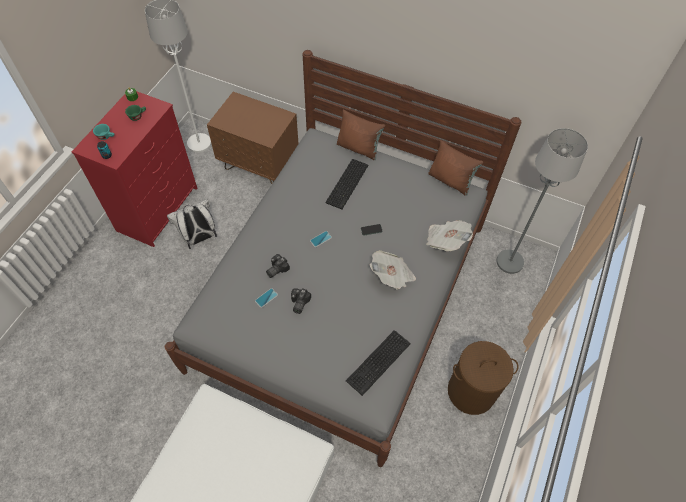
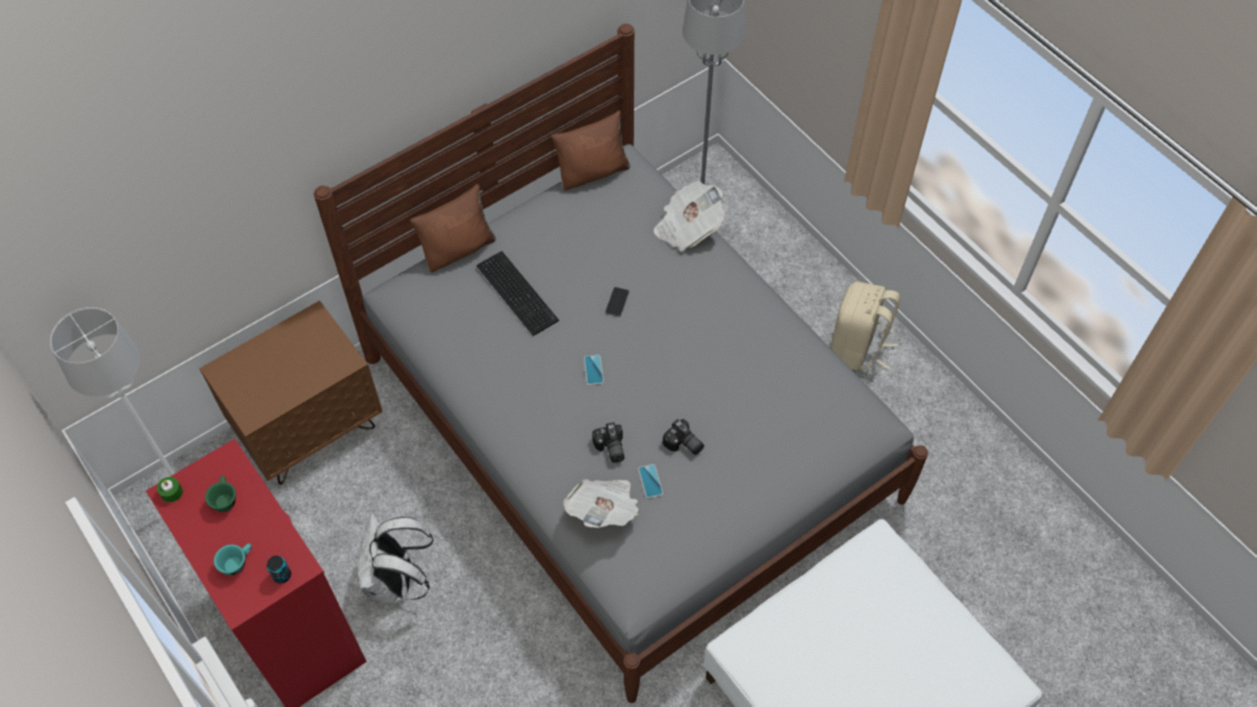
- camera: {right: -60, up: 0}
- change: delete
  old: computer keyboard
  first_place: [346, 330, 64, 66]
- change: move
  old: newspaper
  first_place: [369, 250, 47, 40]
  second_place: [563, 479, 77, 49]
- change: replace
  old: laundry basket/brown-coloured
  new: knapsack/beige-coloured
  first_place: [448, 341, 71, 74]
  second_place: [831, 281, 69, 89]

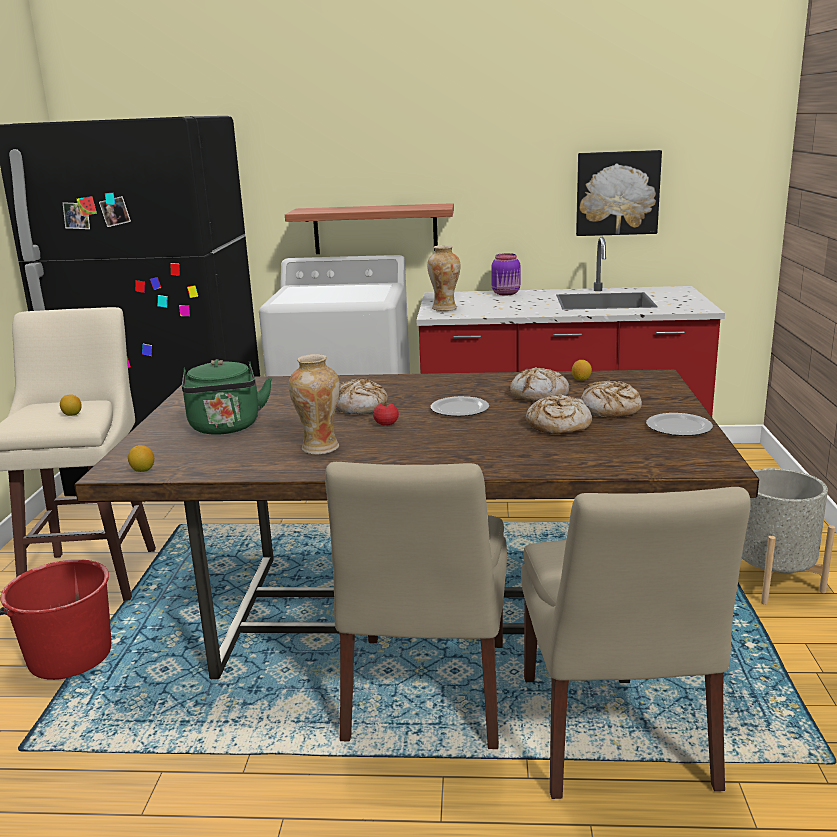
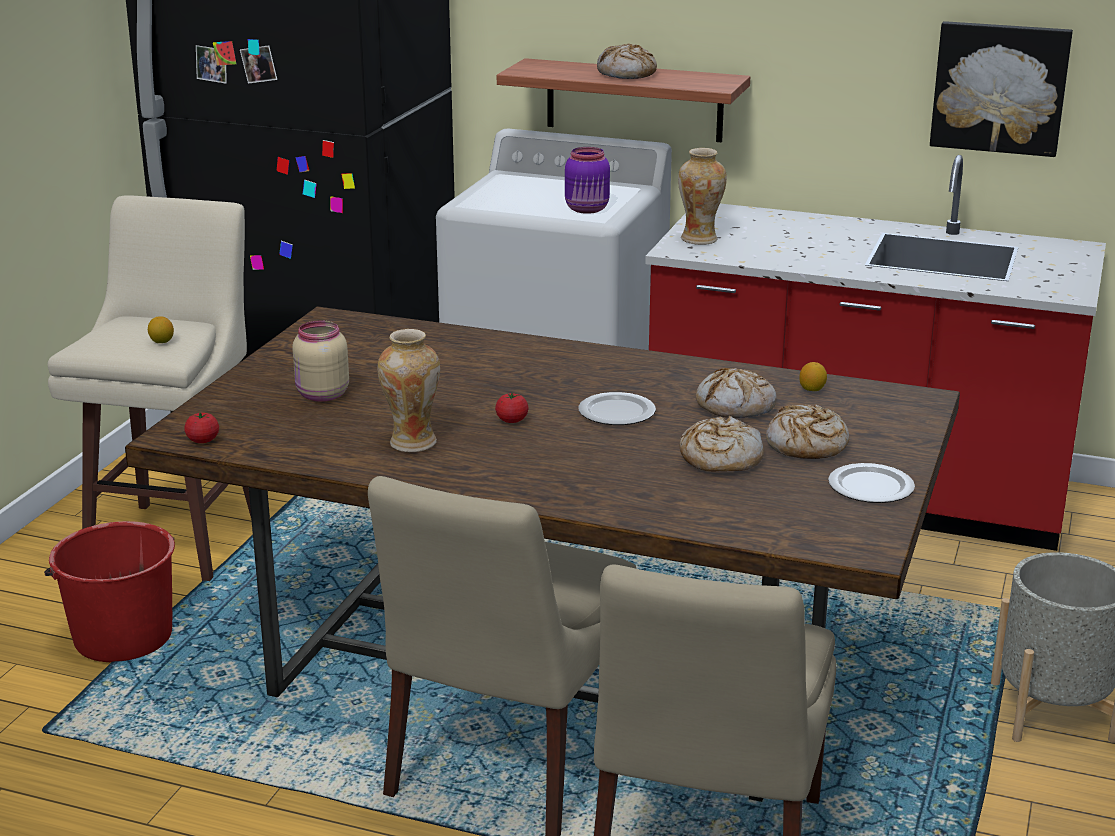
- camera: {right: 15, up: 5}
- change: move
  old: baked bread
  first_place: [336, 379, 52, 35]
  second_place: [597, 44, 60, 35]
- change: move
  old: jar/purple-coloured
  first_place: [491, 253, 29, 43]
  second_place: [565, 147, 45, 67]
- change: replace
  old: whole lemon
  new: whole tomato
  first_place: [128, 445, 26, 27]
  second_place: [184, 412, 35, 31]
- change: replace
  old: kettle/greenish
  new: jar/beige-coloured
  first_place: [182, 359, 90, 76]
  second_place: [292, 321, 57, 81]

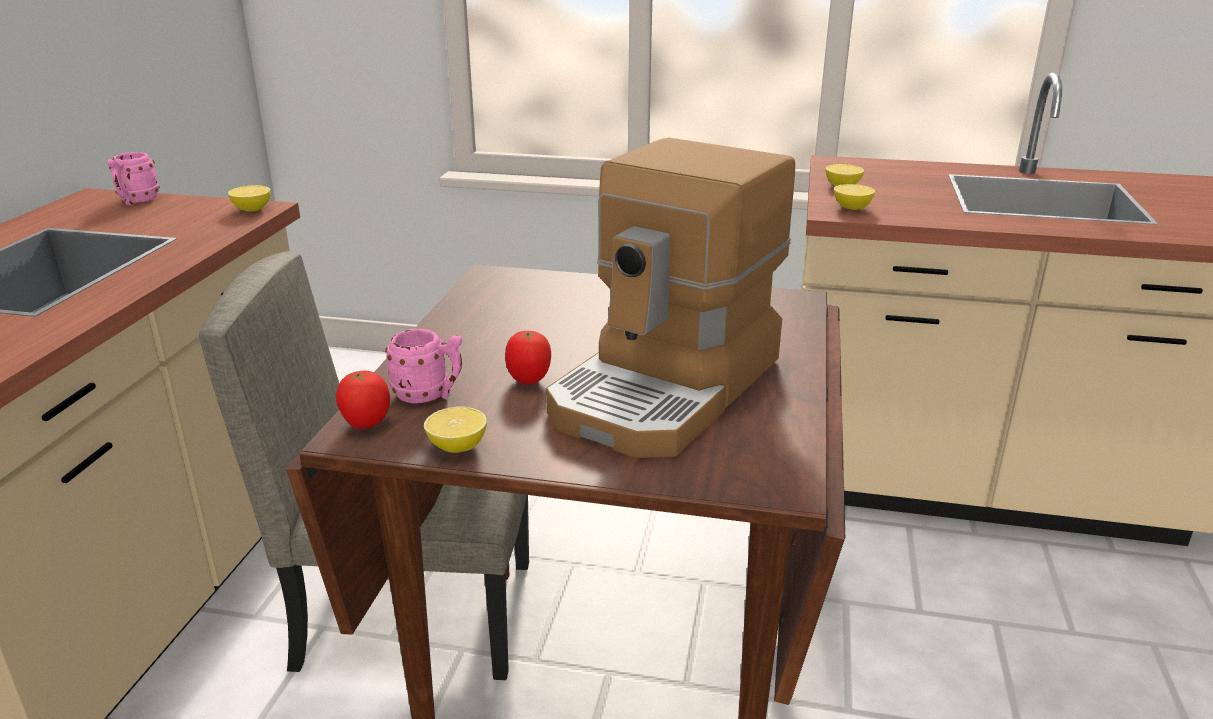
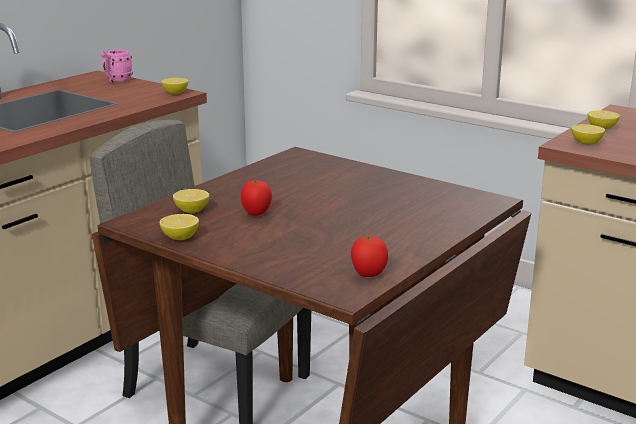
- camera: {right: 25, up: -5}
- change: delete
  old: coffee maker
  first_place: [546, 138, 249, 320]
- change: move
  old: whole tomato
  first_place: [336, 370, 54, 59]
  second_place: [351, 236, 37, 41]
- change: replace
  old: tea mug/pink-coloured
  new: whole lemon
  first_place: [385, 329, 77, 74]
  second_place: [173, 189, 37, 24]

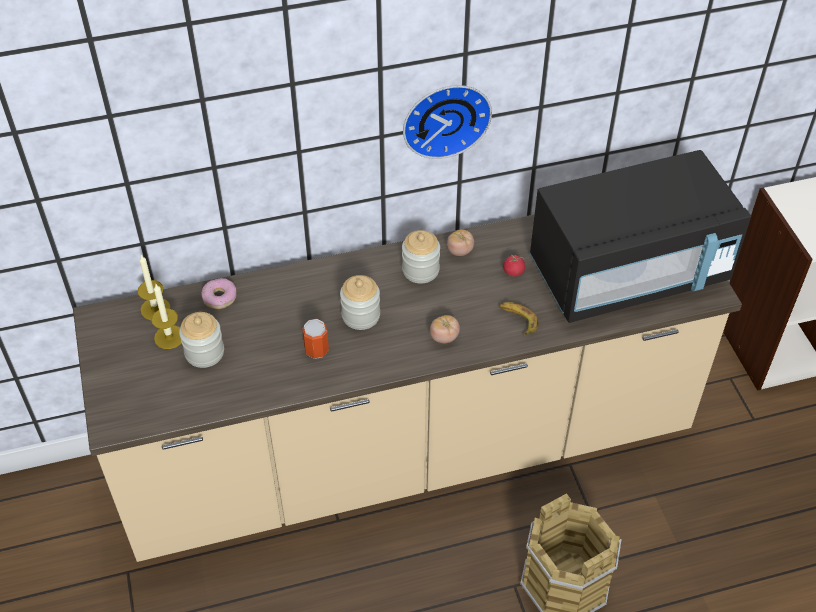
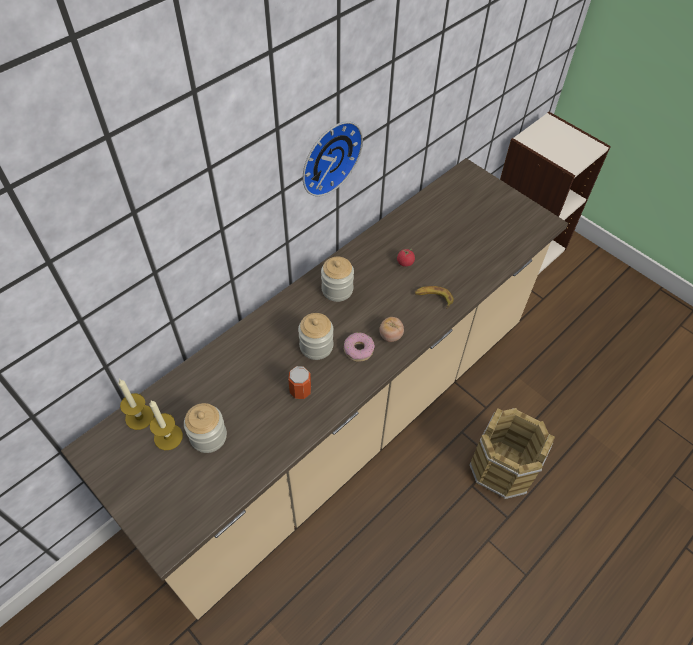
- camera: {right: -30, up: 5}
- change: delete
  old: whole tomato
  first_place: [447, 229, 27, 27]
- change: delete
  old: kitchen microwave/blackish
  first_place: [530, 150, 221, 173]
- change: move
  old: ring doughnut
  first_place: [201, 278, 35, 31]
  second_place: [344, 333, 31, 29]

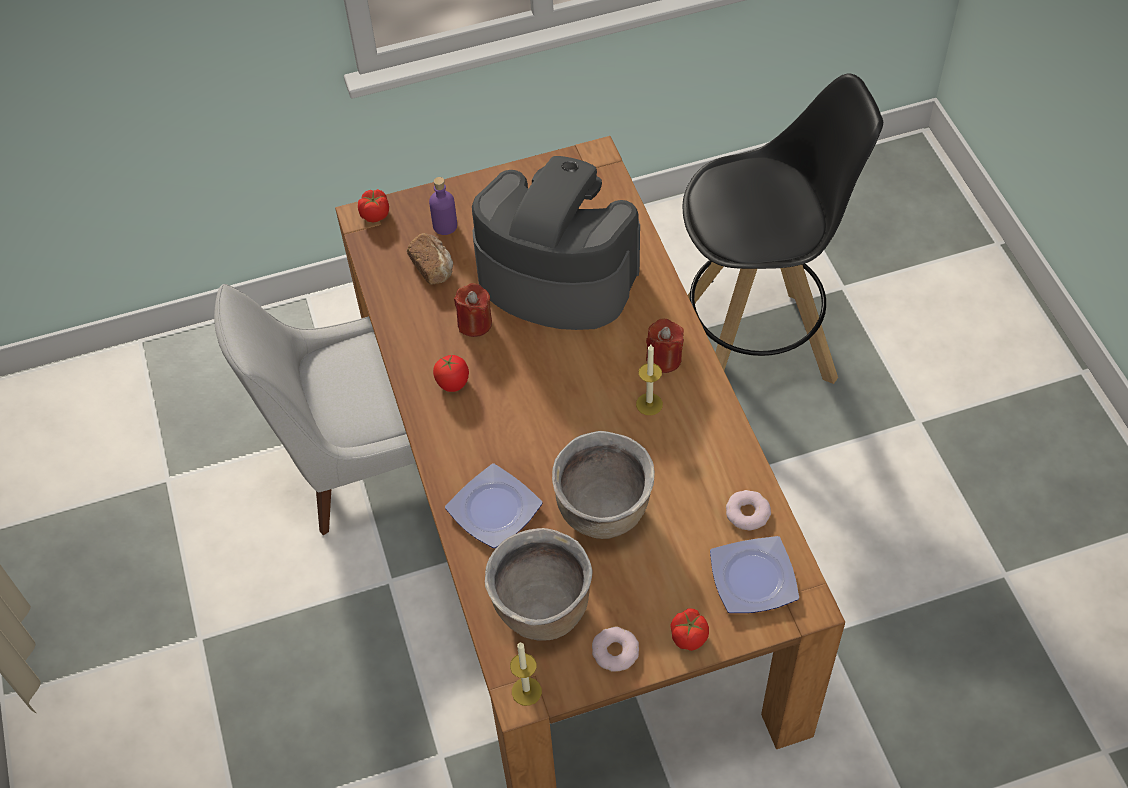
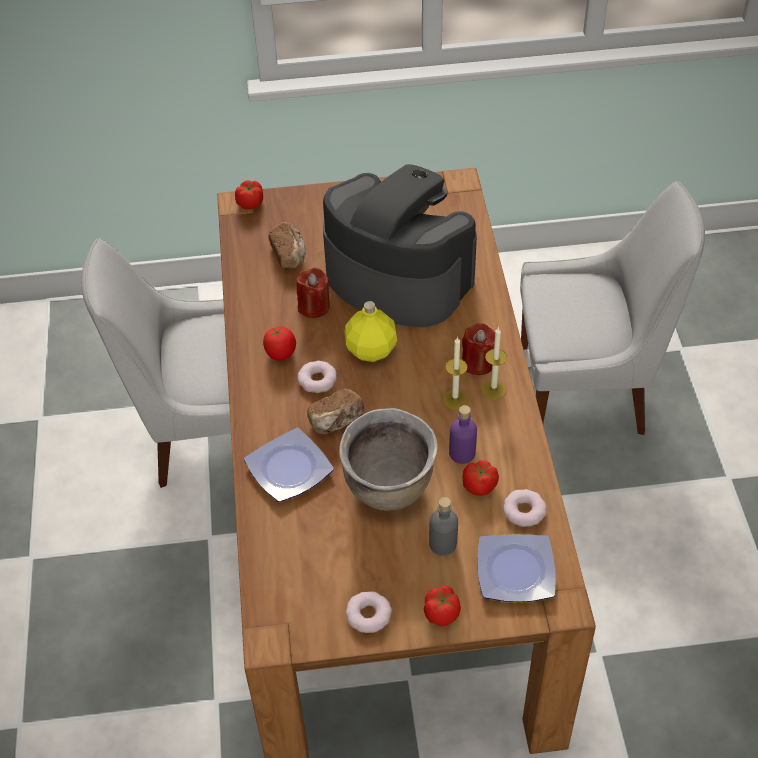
- camera: {right: 10, up: -5}
- change: delete
  old: cooking pot/brown-coloured
  first_place: [485, 528, 108, 113]
- change: insert
  new: ring doughnut
  second_place: [297, 361, 40, 32]
- change: insert
  new: baked bread
  second_place: [307, 388, 57, 46]
- change: insert
  new: bottle/yellowish
  second_place: [344, 301, 53, 61]
- change: insert
  new: bottle/gray
  second_place: [429, 497, 29, 59]
- change: insert
  new: whole tomato
  second_place: [463, 460, 36, 36]
- change: move
  old: bottle/purple-coloured
  first_place: [429, 177, 28, 58]
  second_place: [449, 405, 28, 59]
- change: move
  old: candle
  first_place: [510, 642, 32, 64]
  second_place: [481, 327, 26, 73]
- change: replace
  old: sitting stool/blackish
  new: plain chair/white-coloured
  first_place: [683, 73, 200, 311]
  second_place: [520, 181, 185, 254]

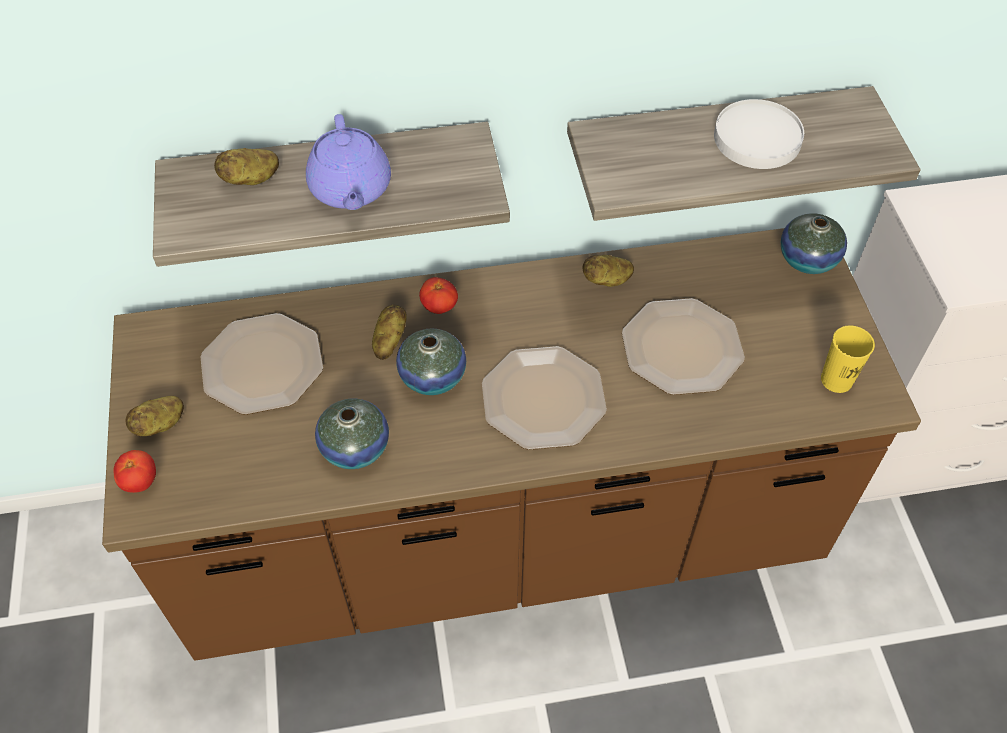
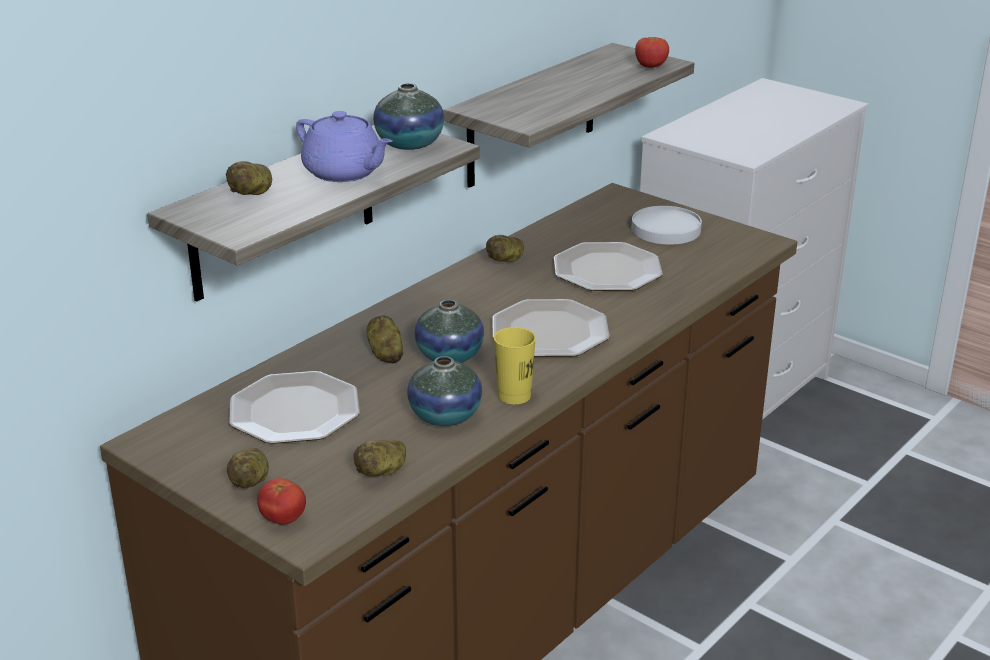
- camera: {right: -40, up: -25}
- change: insert
  new: potato
  second_place: [353, 439, 53, 38]
- change: move
  old: whole tomato
  first_place: [419, 277, 39, 37]
  second_place: [635, 37, 34, 31]
- change: move
  old: plate/white-coloured
  first_place: [714, 99, 90, 70]
  second_place: [632, 206, 70, 39]
- change: move
  old: decorative vase
  first_place: [781, 213, 66, 61]
  second_place: [373, 83, 71, 67]
- change: move
  old: cup/yellowish
  first_place: [821, 325, 54, 68]
  second_place: [494, 327, 42, 78]

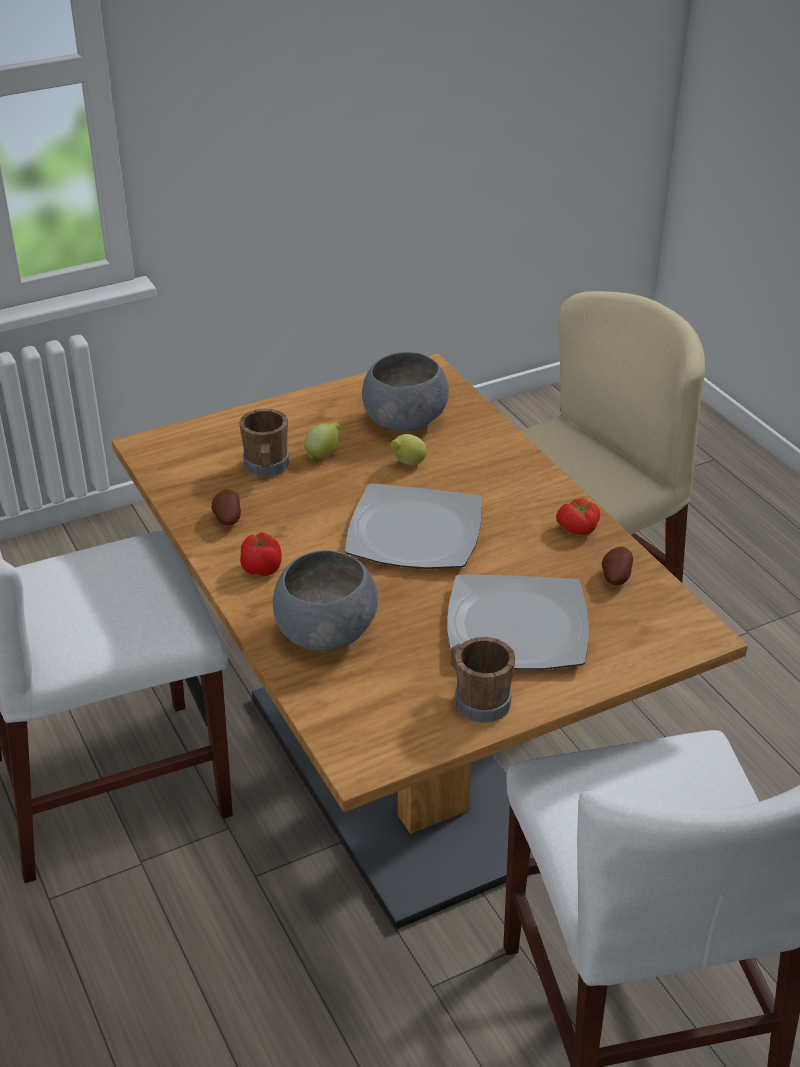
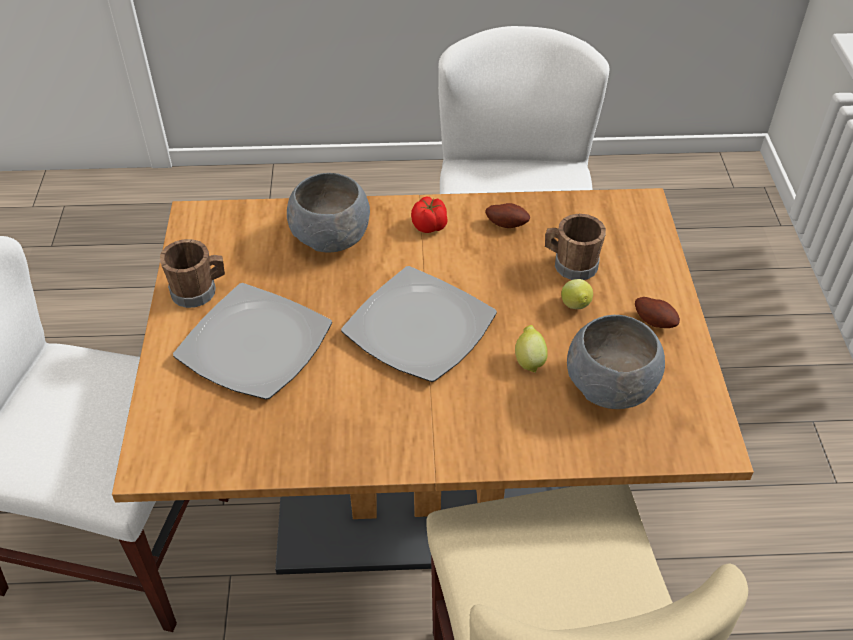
- camera: {right: 115, up: 10}
- change: delete
  old: whole tomato
  first_place: [557, 498, 43, 37]
- change: move
  old: potato
  first_place: [602, 547, 31, 38]
  second_place: [635, 297, 45, 31]

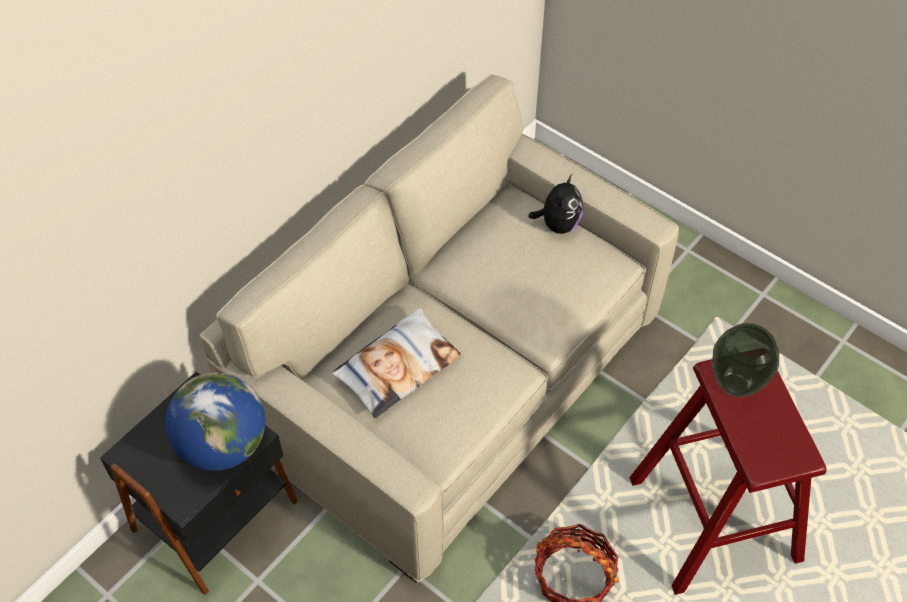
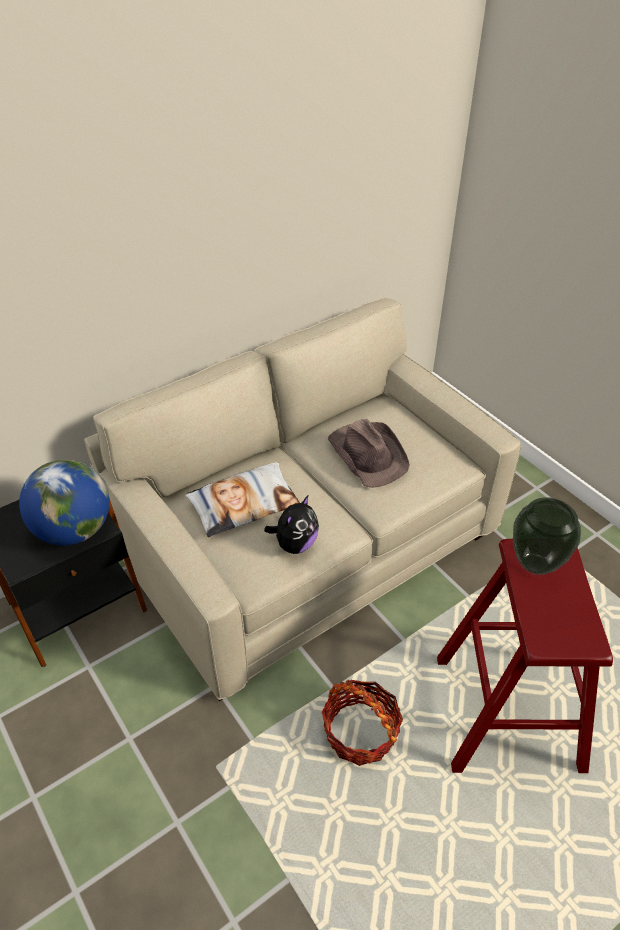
- camera: {right: 15, up: -10}
- change: insert
  new: clothing hat/brown-coloured
  second_place: [328, 419, 82, 69]
- change: move
  old: cuddly toy
  first_place: [528, 174, 55, 60]
  second_place: [264, 495, 55, 59]

